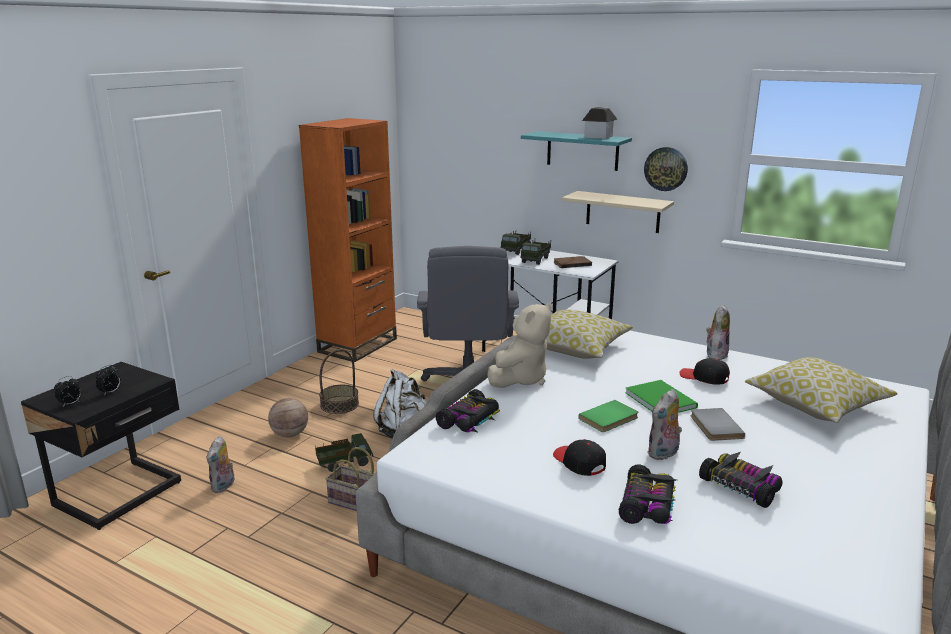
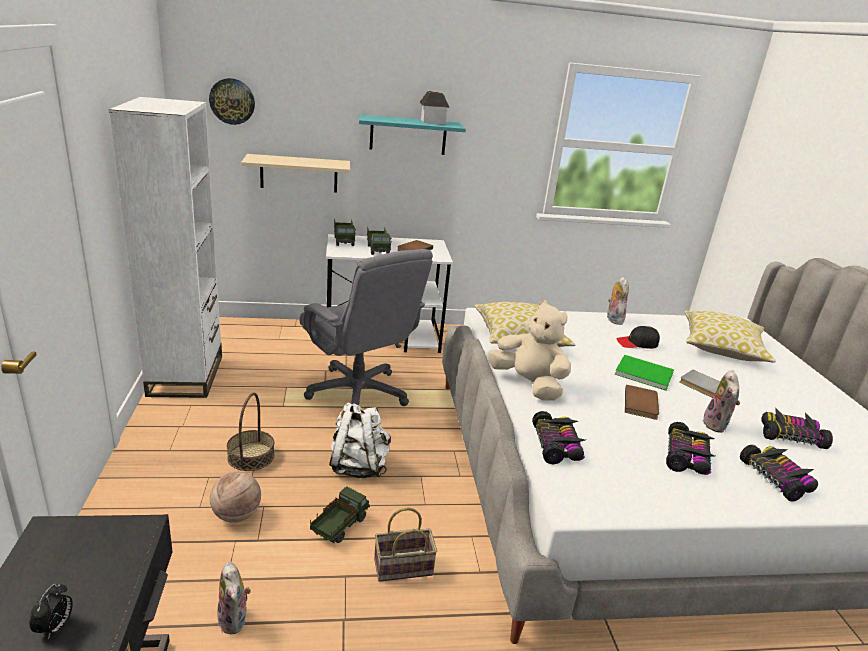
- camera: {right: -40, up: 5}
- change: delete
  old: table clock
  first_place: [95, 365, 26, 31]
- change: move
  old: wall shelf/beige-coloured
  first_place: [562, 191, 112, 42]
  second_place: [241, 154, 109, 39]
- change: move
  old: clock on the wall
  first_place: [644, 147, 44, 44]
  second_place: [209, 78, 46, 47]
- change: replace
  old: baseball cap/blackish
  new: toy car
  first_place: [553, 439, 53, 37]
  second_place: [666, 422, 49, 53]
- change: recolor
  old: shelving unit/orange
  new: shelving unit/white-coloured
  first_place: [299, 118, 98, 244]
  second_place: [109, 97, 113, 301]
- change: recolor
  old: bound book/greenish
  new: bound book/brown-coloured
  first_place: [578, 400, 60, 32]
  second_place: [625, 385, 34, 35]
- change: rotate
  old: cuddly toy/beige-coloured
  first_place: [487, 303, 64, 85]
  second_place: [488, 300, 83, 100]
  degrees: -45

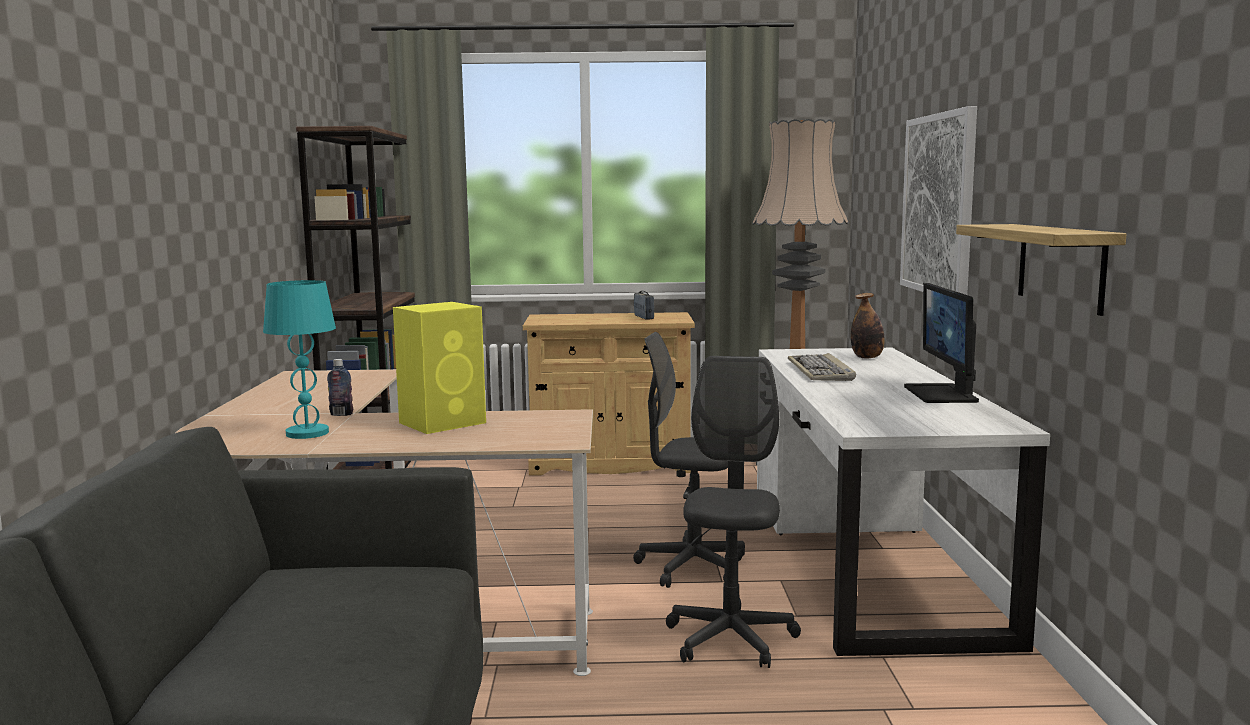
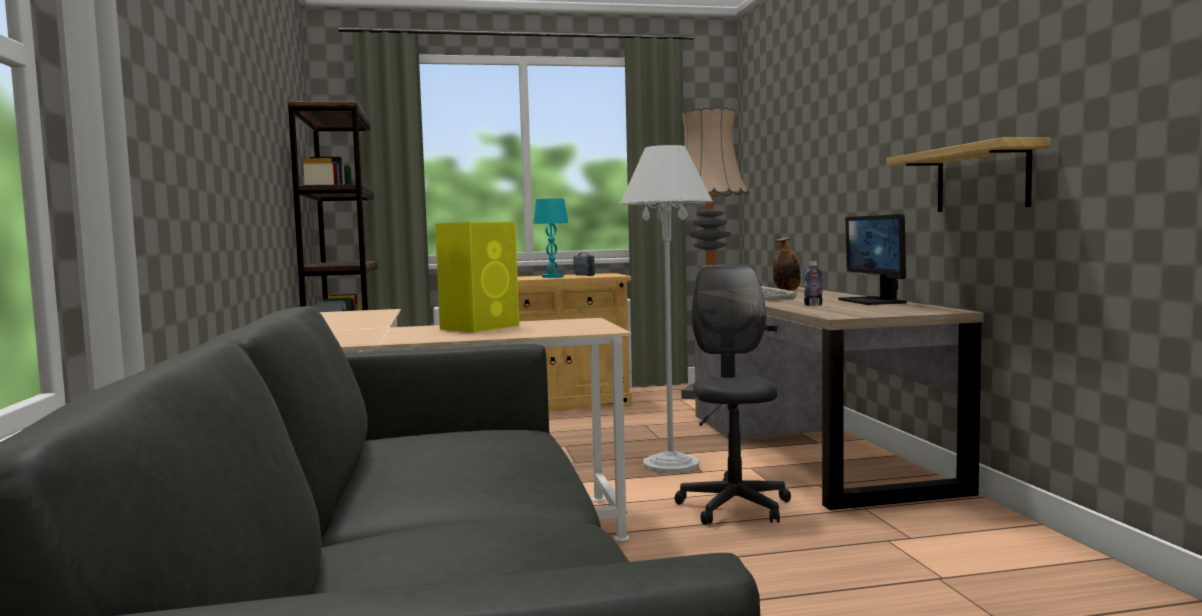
- camera: {right: -10, up: -5}
- change: delete
  old: wall art
  first_place: [900, 106, 77, 189]
- change: move
  old: table lamp/blue-green
  first_place: [263, 280, 73, 159]
  second_place: [533, 198, 35, 80]
- change: move
  old: bottle
  first_place: [327, 359, 26, 57]
  second_place: [804, 261, 19, 45]
- change: replace
  old: computer chair/gray
  new: floor lamp/white-coloured
  first_place: [633, 332, 112, 256]
  second_place: [620, 145, 93, 328]
- change: recolor
  old: desk/white-coloured
  new: desk/brown-coloured
  first_place: [757, 348, 293, 308]
  second_place: [694, 287, 290, 223]

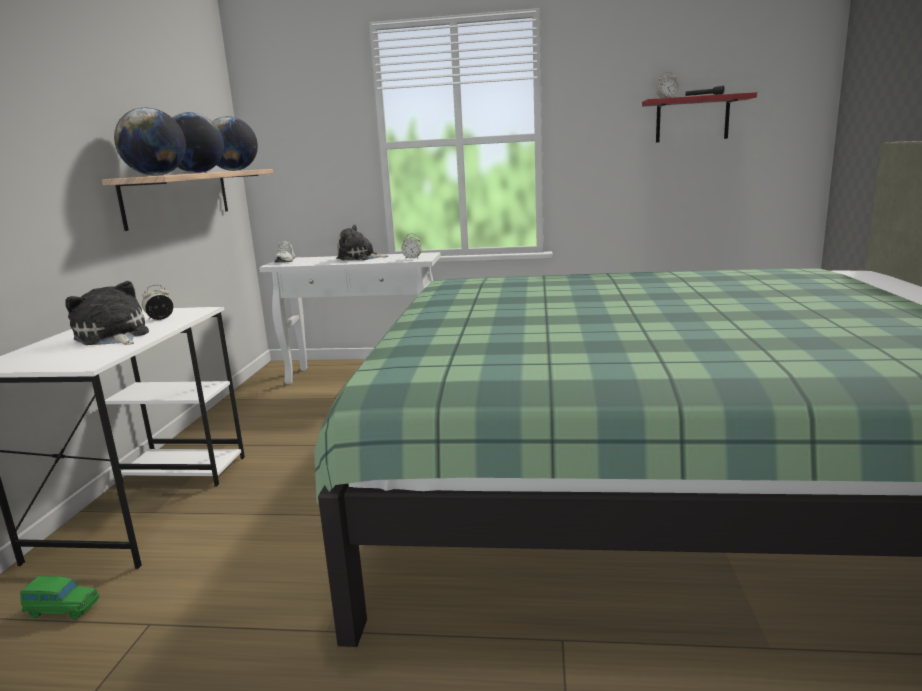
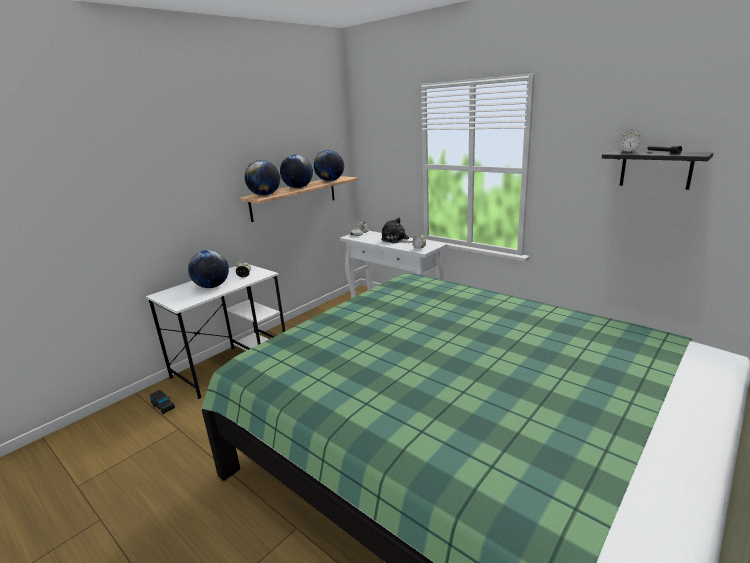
- camera: {right: 35, up: 5}
- change: replace
  old: cuddly toy
  new: world globe
  first_place: [65, 281, 84, 64]
  second_place: [188, 250, 41, 38]
- change: recolor
  old: toy car/greenish
  new: toy car/blackish
  first_place: [20, 576, 79, 44]
  second_place: [150, 390, 25, 24]
- change: recolor
  old: wall shelf/reddish
  new: wall shelf/blackish
  first_place: [642, 92, 115, 50]
  second_place: [602, 151, 111, 39]

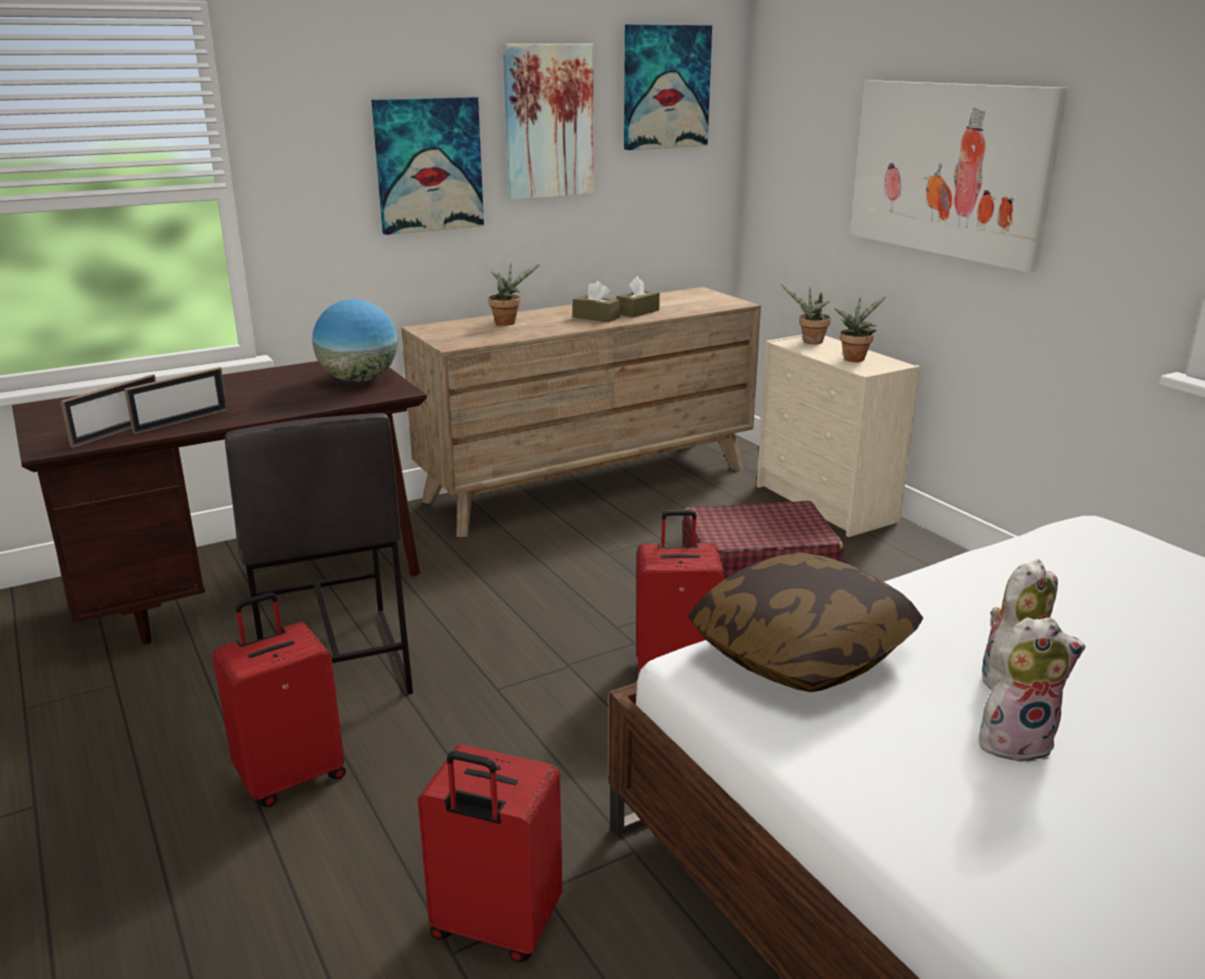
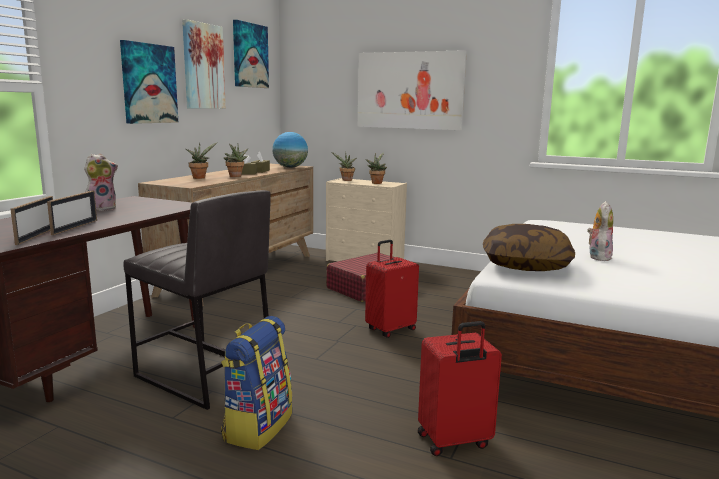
- camera: {right: -35, up: -10}
- change: insert
  new: plant in a pot
  second_place: [223, 144, 25, 33]
- change: move
  old: world globe
  first_place: [312, 299, 85, 84]
  second_place: [272, 132, 36, 36]
- change: move
  old: cuddly toy
  first_place: [979, 617, 106, 146]
  second_place: [84, 154, 34, 57]
- change: replace
  old: piece of luggage/reddish
  new: knapsack
  first_place: [212, 593, 134, 214]
  second_place: [221, 316, 72, 134]

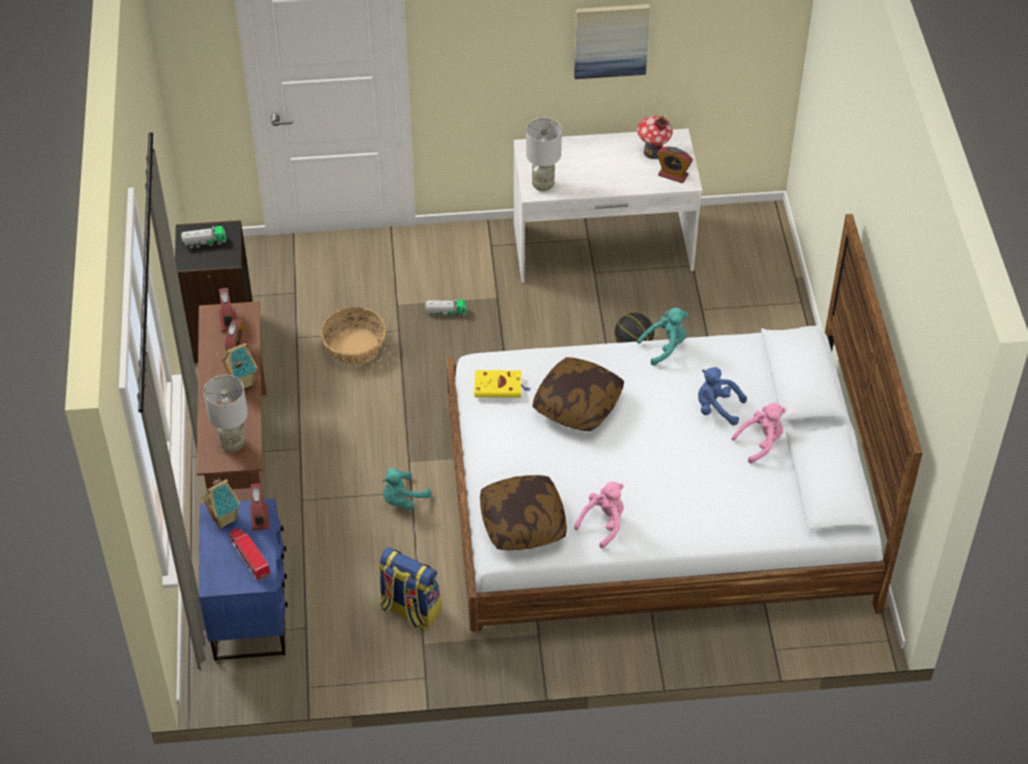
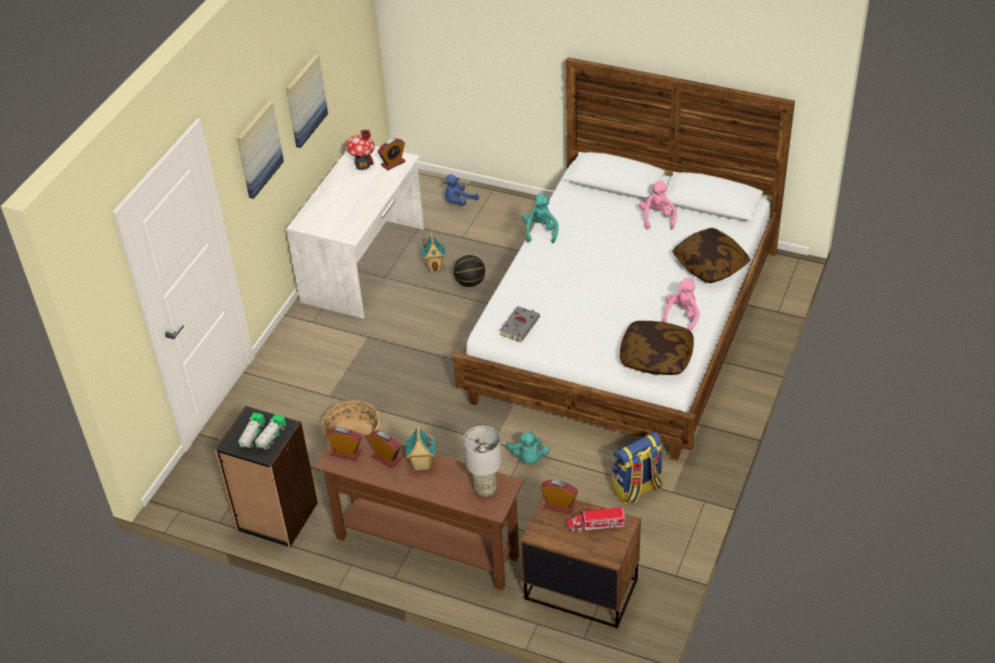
- camera: {right: -60, up: -5}
- change: delete
  old: table lamp/gray
  first_place: [526, 118, 36, 73]
- change: insert
  new: wall art
  second_place: [237, 101, 47, 98]
- change: move
  old: miniature house
  first_place: [201, 476, 40, 52]
  second_place: [421, 233, 25, 39]
- change: move
  old: model truck
  first_place: [425, 298, 42, 19]
  second_place: [255, 414, 32, 36]
- change: move
  old: pillow
  first_place: [532, 357, 92, 74]
  second_place: [673, 228, 77, 55]
- change: move
  old: cuddly toy/bluish
  first_place: [698, 367, 49, 59]
  second_place: [444, 174, 35, 32]
- change: recolor
  old: night table/bluish
  new: night table/brown-coloured
  first_place: [199, 498, 89, 163]
  second_place: [521, 494, 120, 135]
- change: recolor
  old: bound book/yellowish
  new: bound book/gray
  first_place: [474, 370, 57, 28]
  second_place: [500, 306, 40, 36]
- change: rotate
  old: cuddly toy/pink-coloured
  first_place: [574, 482, 50, 66]
  second_place: [662, 278, 38, 53]
  degrees: 45

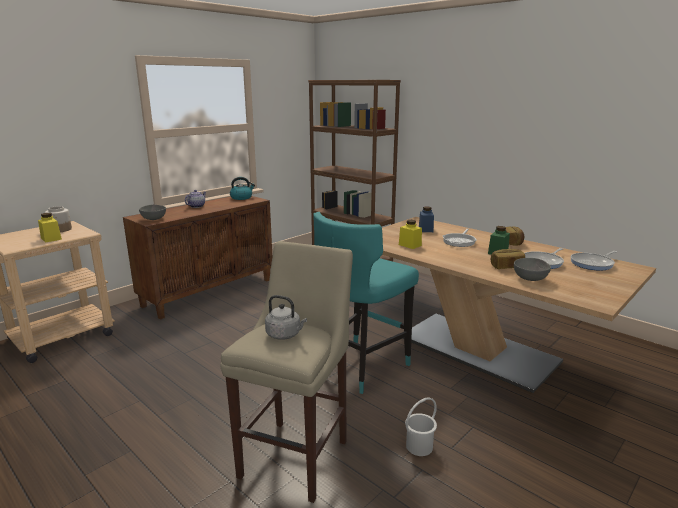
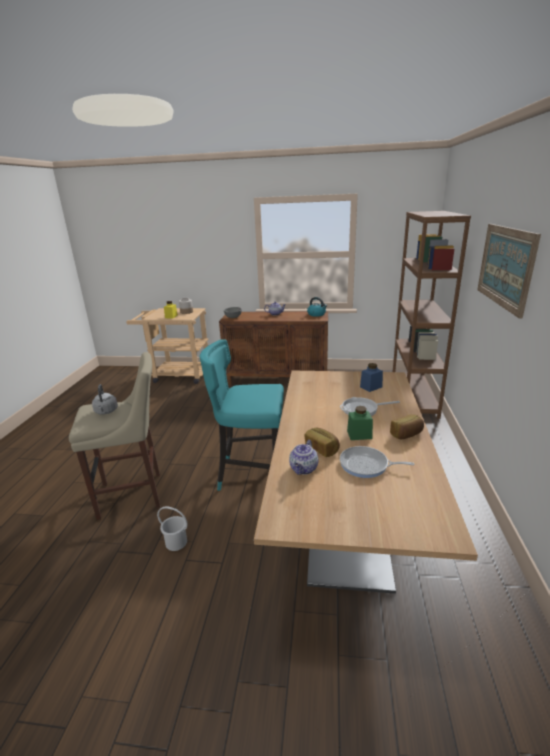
- camera: {right: 55, up: 5}
- change: delete
  old: jar/yellowish
  first_place: [399, 220, 23, 29]
- change: delete
  old: skillet
  first_place: [570, 251, 47, 20]
- change: insert
  new: wall art
  second_place: [477, 224, 64, 94]
- change: replace
  old: serving bowl/gray
  new: teapot
  first_place: [514, 258, 37, 23]
  second_place: [289, 440, 29, 35]

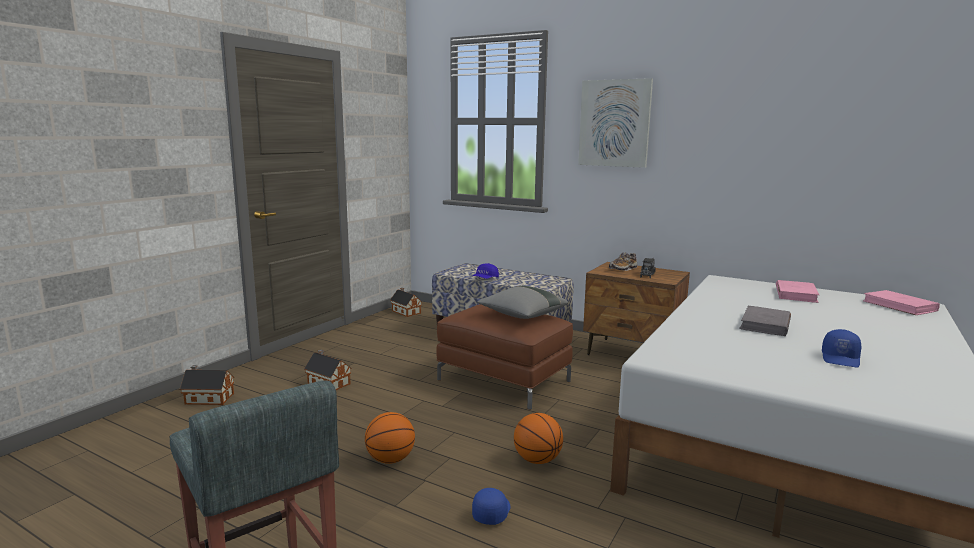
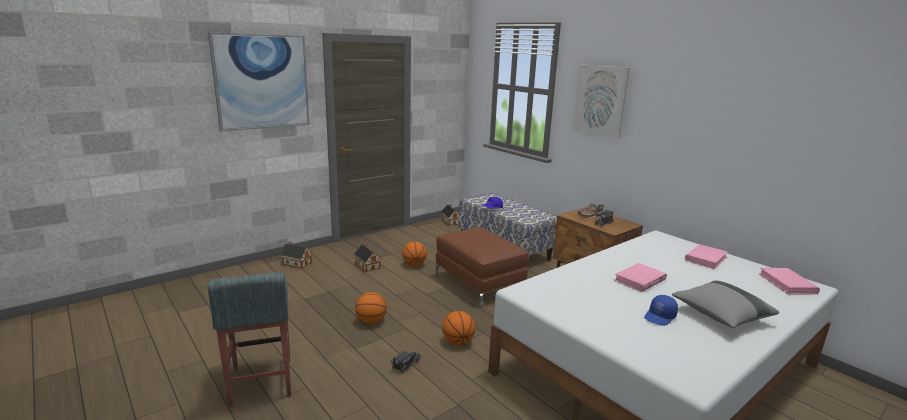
- camera: {right: 20, up: 5}
- change: insert
  new: wall art
  second_place: [208, 33, 102, 99]
- change: insert
  new: basketball
  second_place: [402, 241, 25, 25]
- change: move
  old: pillow/gray
  first_place: [477, 286, 91, 33]
  second_place: [672, 280, 107, 48]
- change: replace
  old: baseball cap/bluish
  new: model truck
  first_place: [472, 488, 38, 37]
  second_place: [391, 350, 30, 23]
- change: recolor
  old: bound book/gray
  new: bound book/pink-coloured
  first_place: [739, 306, 52, 30]
  second_place: [613, 263, 54, 29]

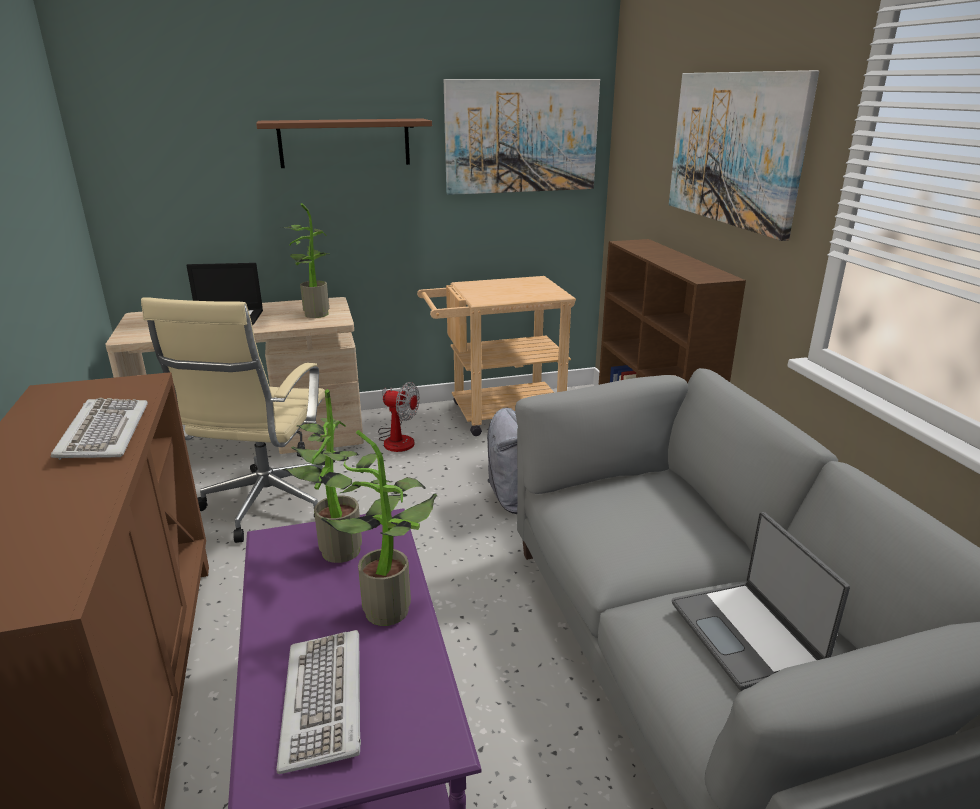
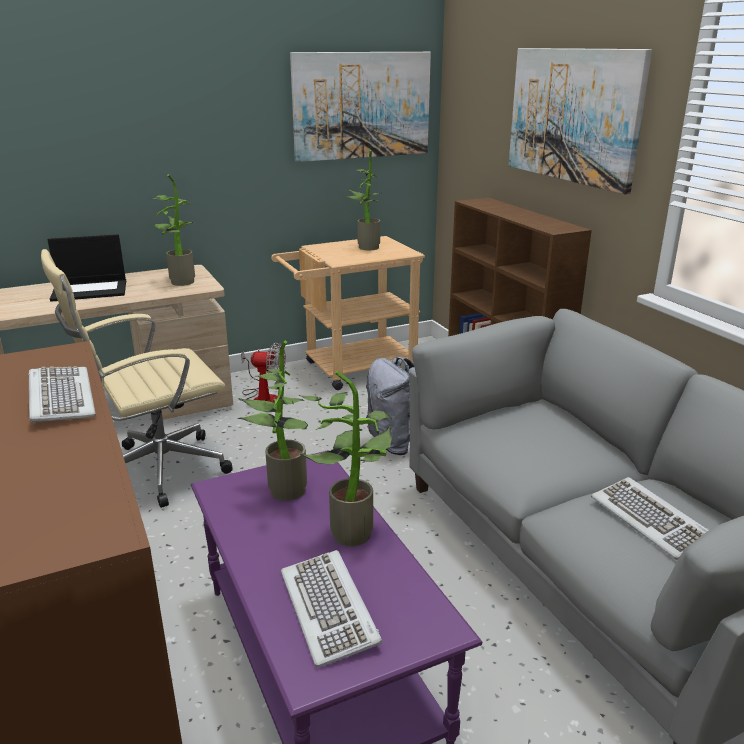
- camera: {right: -10, up: 0}
- change: delete
  old: wall shelf/brown-coloured
  first_place: [256, 119, 176, 49]
- change: insert
  new: plant in a pot
  second_place: [348, 150, 32, 100]
- change: replace
  old: laptop
  new: computer keyboard
  first_place: [672, 512, 178, 179]
  second_place: [591, 477, 118, 83]
- change: rotate
  old: computer chair/beige-coloured
  first_place: [141, 297, 184, 246]
  second_place: [41, 249, 192, 259]
  degrees: 60

